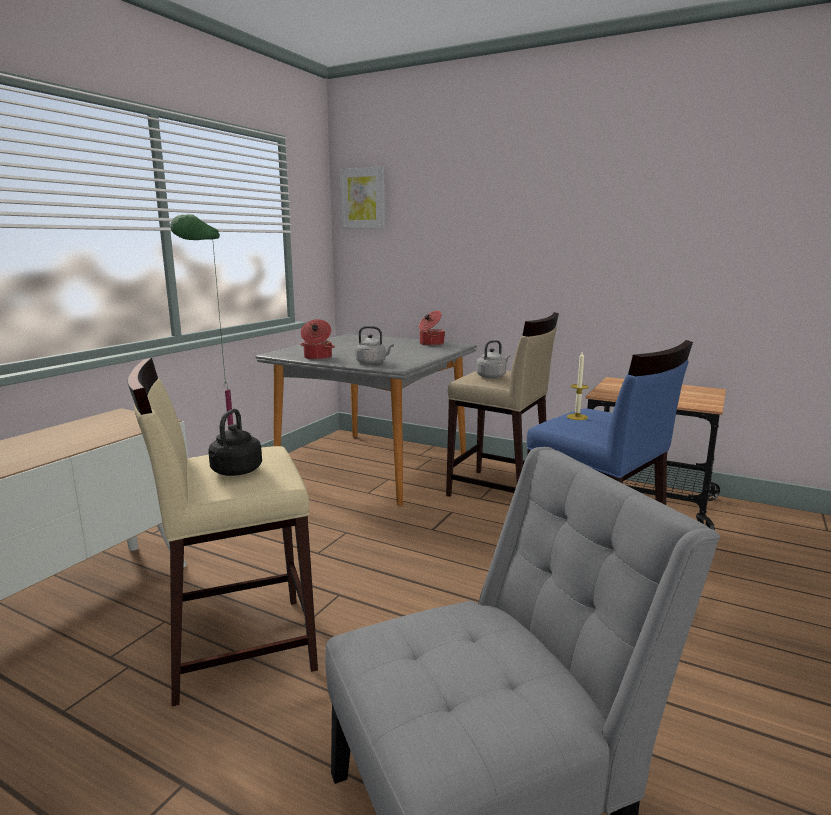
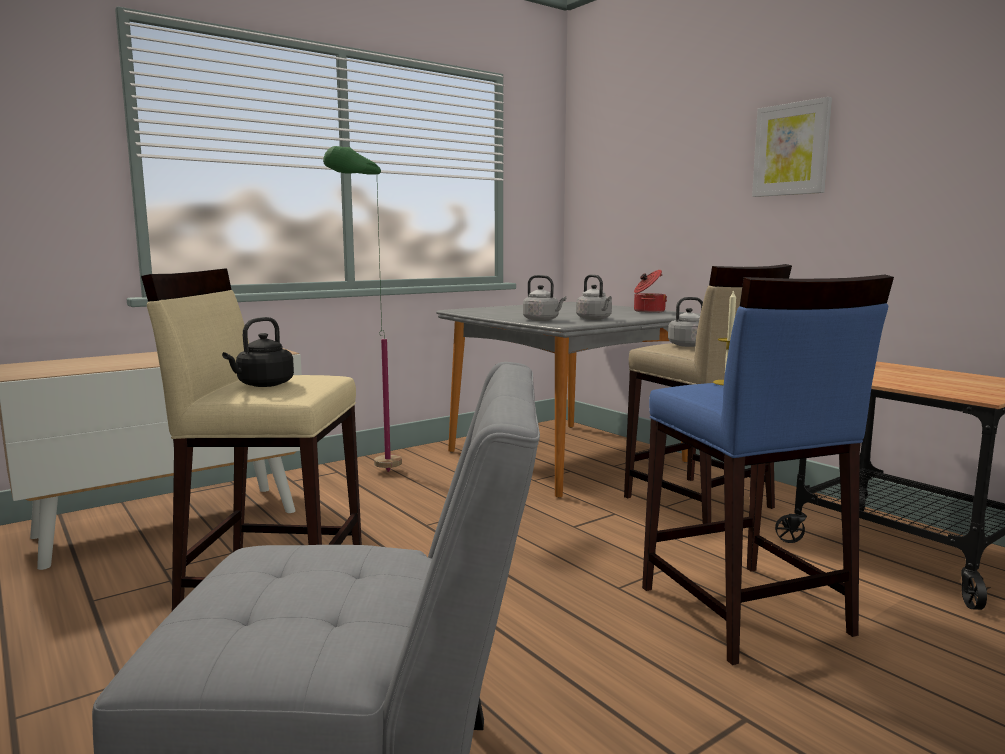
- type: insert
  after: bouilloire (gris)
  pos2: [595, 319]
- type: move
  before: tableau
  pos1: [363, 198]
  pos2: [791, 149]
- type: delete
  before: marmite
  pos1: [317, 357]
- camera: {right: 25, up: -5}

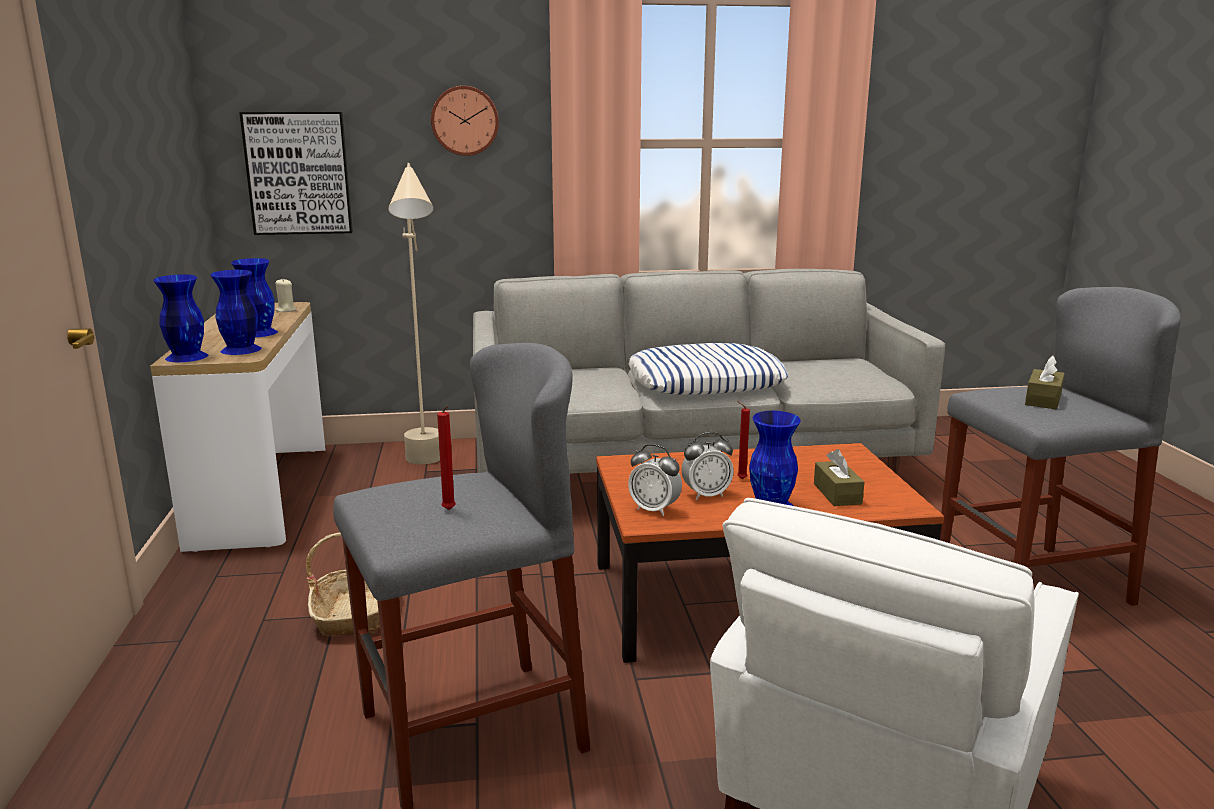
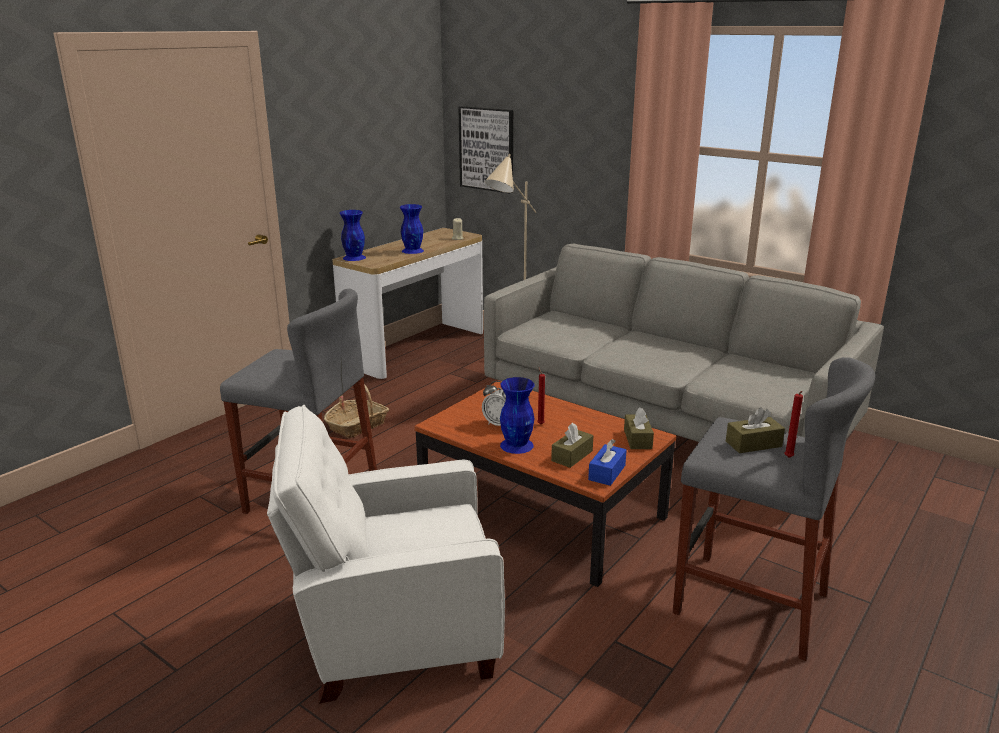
- type: insert
  after: boîte à mouchoirs (bleu)
  pos2: [607, 472]
- type: insert
  after: boîte à mouchoirs (marron)
  pos2: [637, 439]
- type: move
  before: bougie (rouge)
  pos1: [449, 511]
  pos2: [788, 458]
- type: delete
  before: vase (bleu)
  pos1: [240, 350]
- type: delete
  before: horloge murale
  pos1: [465, 120]
- type: delete
  before: coussin
  pos1: [706, 382]
- type: delete
  before: réveil
  pos1: [654, 510]
- camera: {right: 45, up: 5}

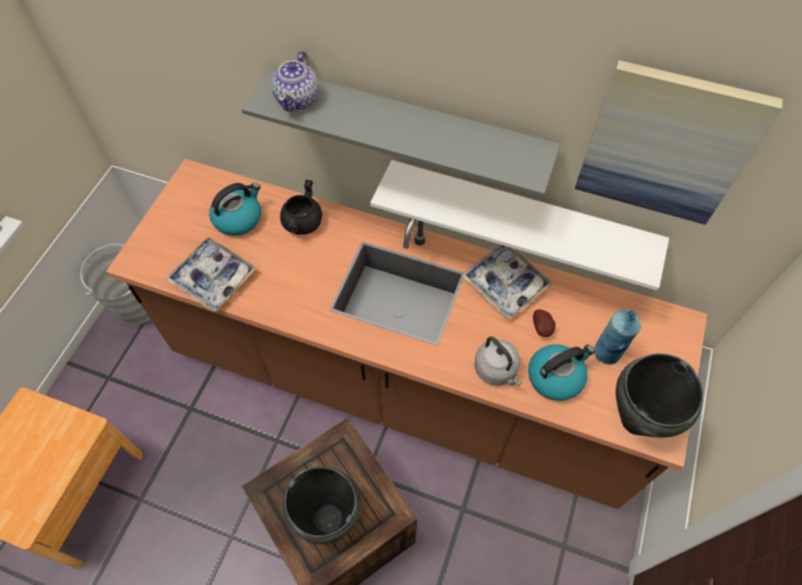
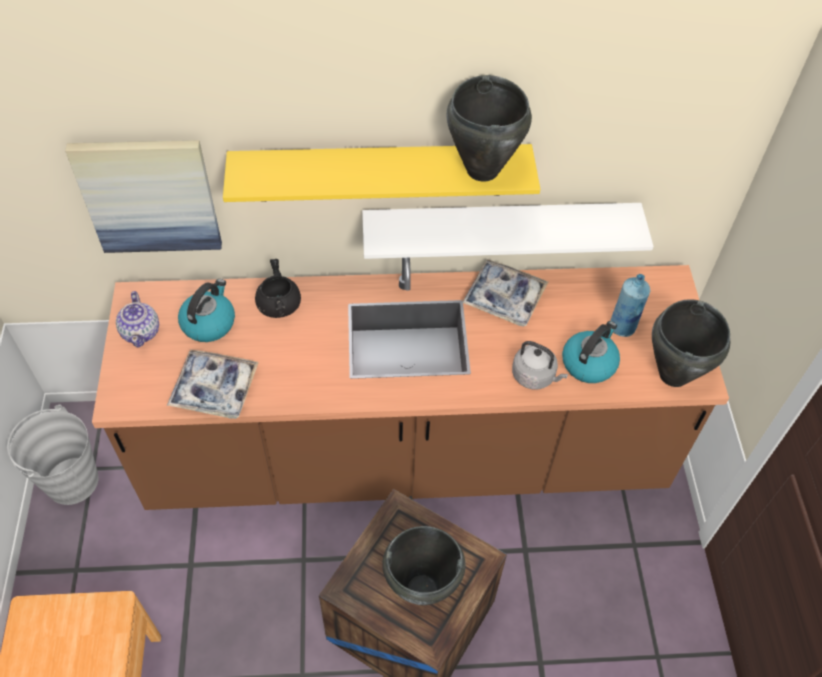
- type: move
  before: tableau
  pos1: [666, 145]
  pos2: [149, 196]
- type: move
  before: théière
  pos1: [298, 99]
  pos2: [141, 331]
- type: recolor
  before: étagère (gris)
  after: étagère (jaune)
  pos1: [409, 129]
  pos2: [380, 172]
- type: insert
  after: marmite (noir)
  pos2: [482, 170]
- type: delete
  before: pomme de terre
  pos1: [542, 328]
- camera: {right: -25, up: -5}

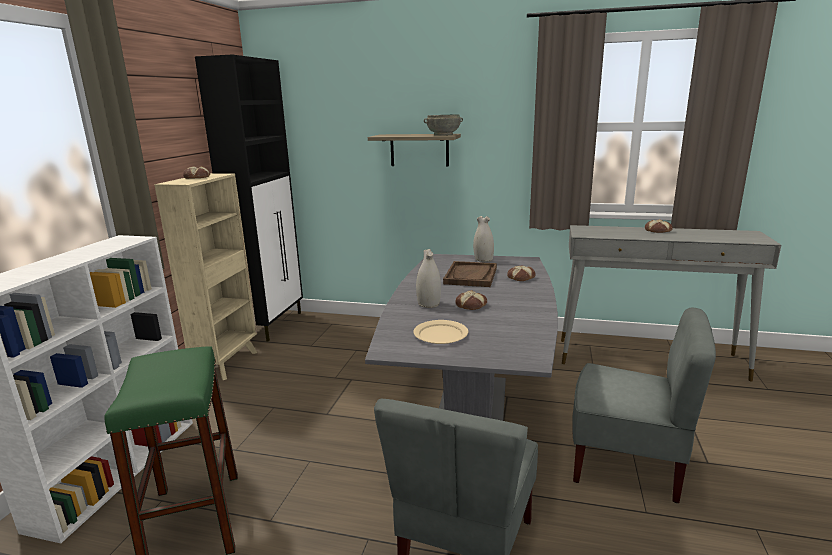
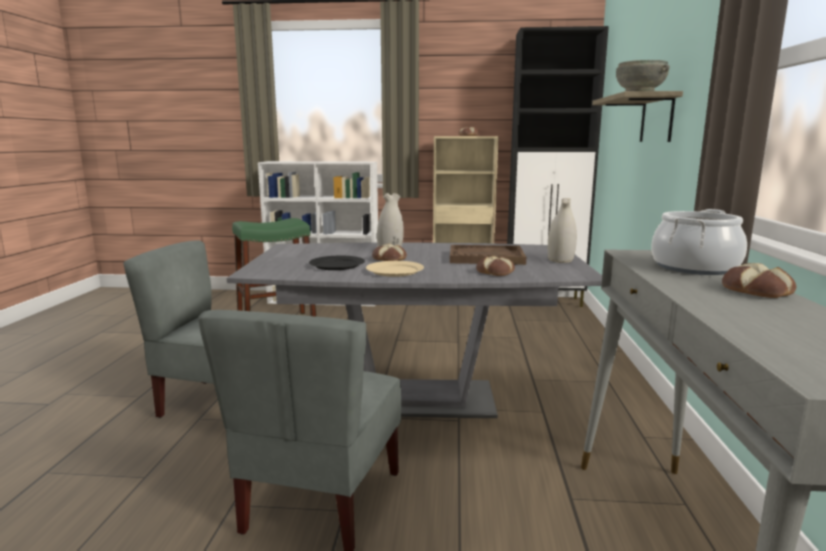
- type: insert
  after: assiette (noir)
  pos2: [337, 265]
- type: move
  before: assiette (beige)
  pos1: [441, 334]
  pos2: [394, 271]
- type: insert
  after: marmite
  pos2: [695, 267]
- camera: {right: 80, up: -5}

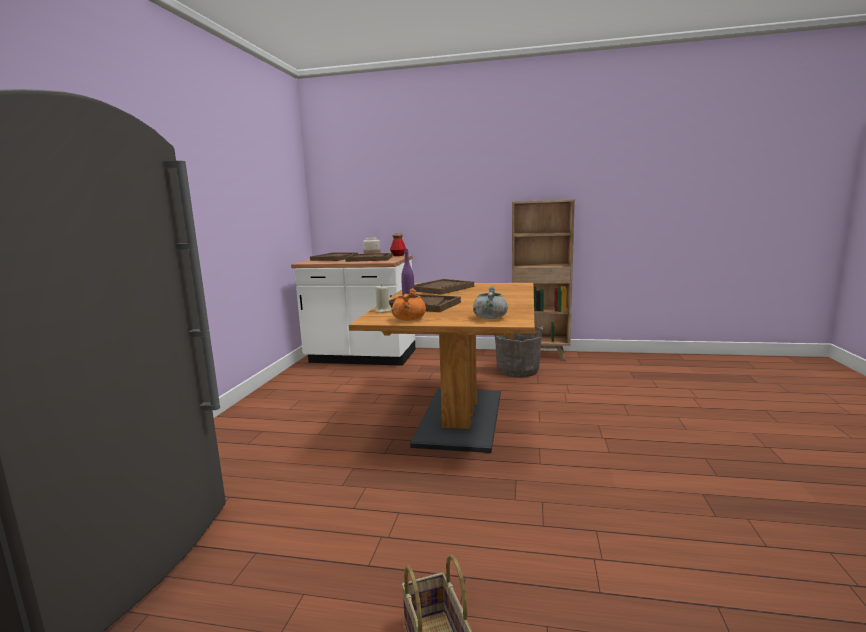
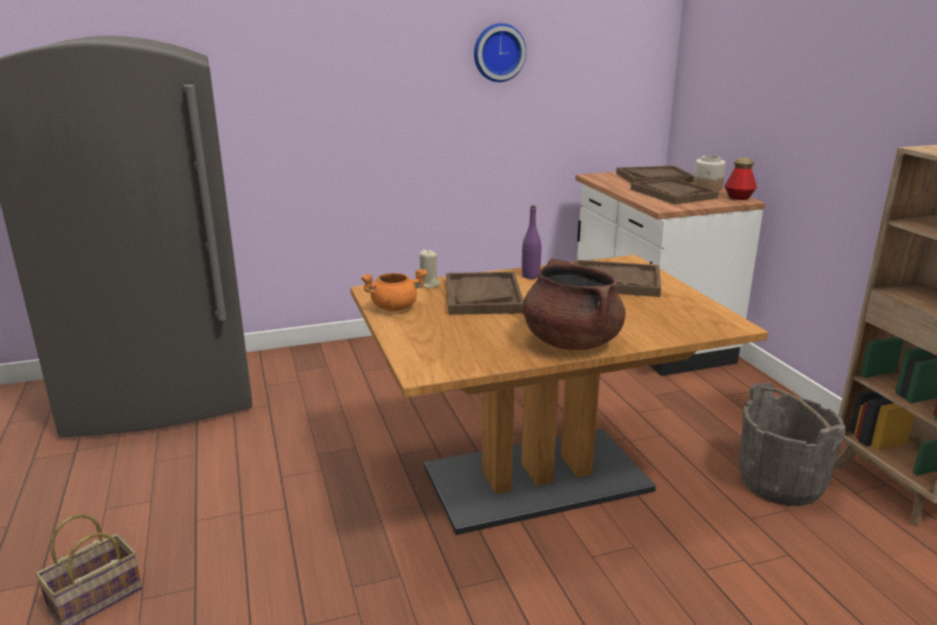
- type: insert
  after: horloge murale
  pos2: [498, 52]
- type: insert
  after: marmite (marron)
  pos2: [570, 342]
- type: delete
  before: marmite (gris)
  pos1: [489, 317]
- camera: {right: 60, up: 10}

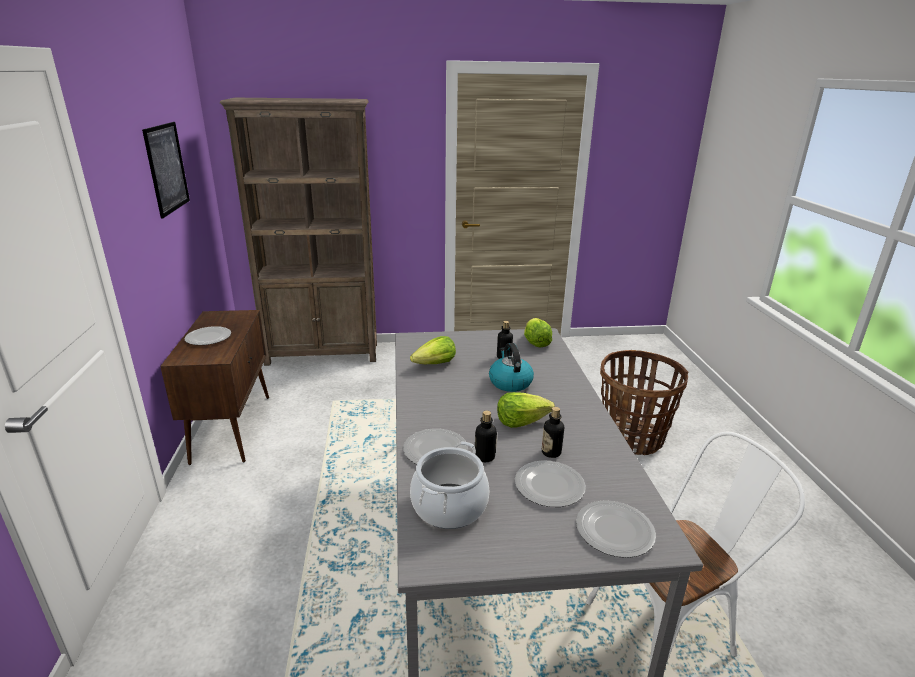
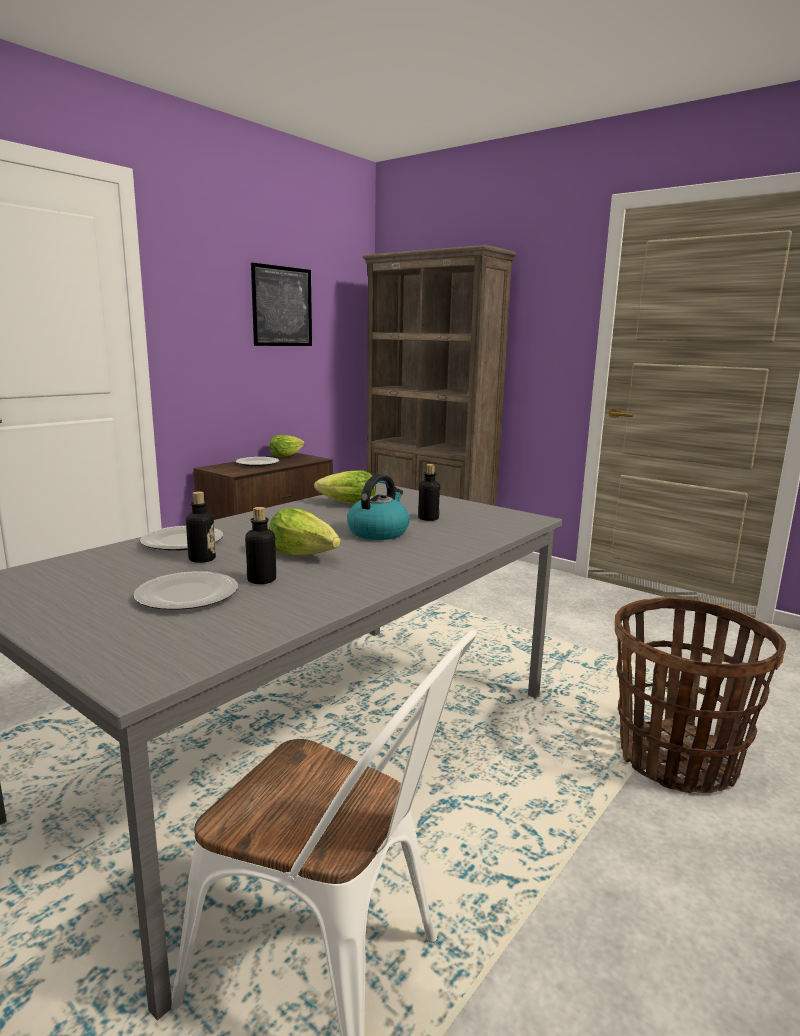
- type: move
  before: laitue
  pos1: [536, 342]
  pos2: [286, 456]
- type: delete
  before: marmite
  pos1: [449, 506]
- type: delete
  before: assiette
  pos1: [615, 531]
- camera: {right: 45, up: -10}

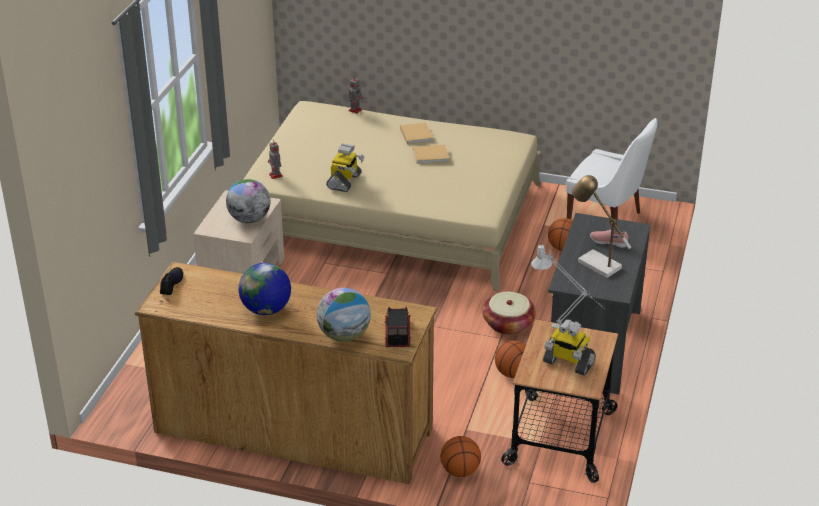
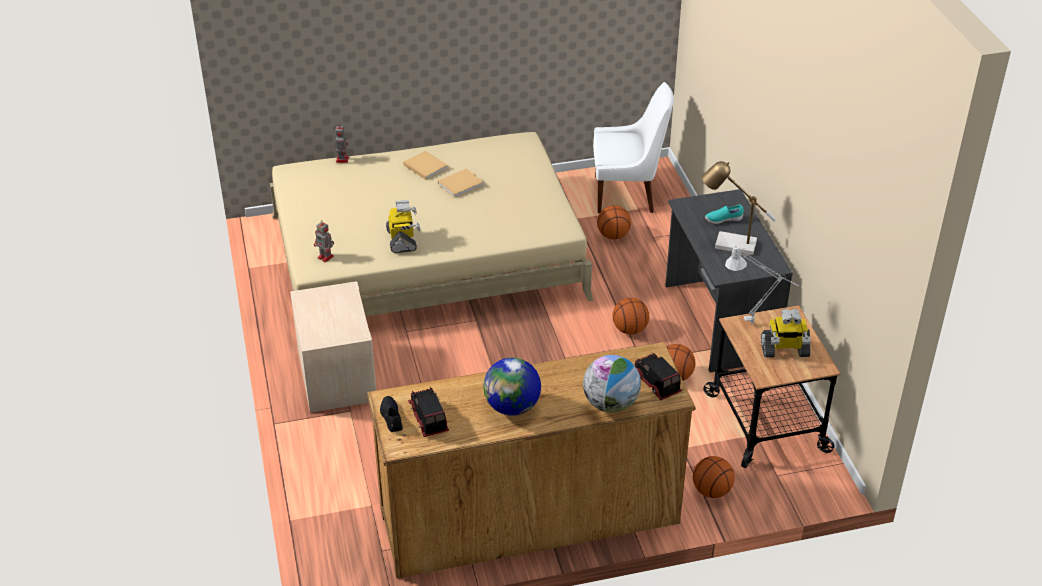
- type: insert
  after: camion jouet
  pos2: [428, 418]
- type: replace
  before: panier
  after: ballon de basket
  pos1: [508, 324]
  pos2: [630, 329]
- type: recolor
  before: chaussure (rose)
  after: chaussure (turquoise)
  pos1: [608, 243]
  pos2: [723, 220]
- type: delete
  before: globe
  pos1: [249, 219]
- camera: {right: -30, up: 5}

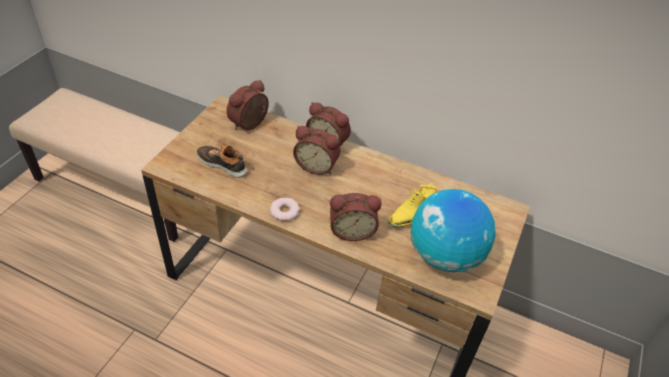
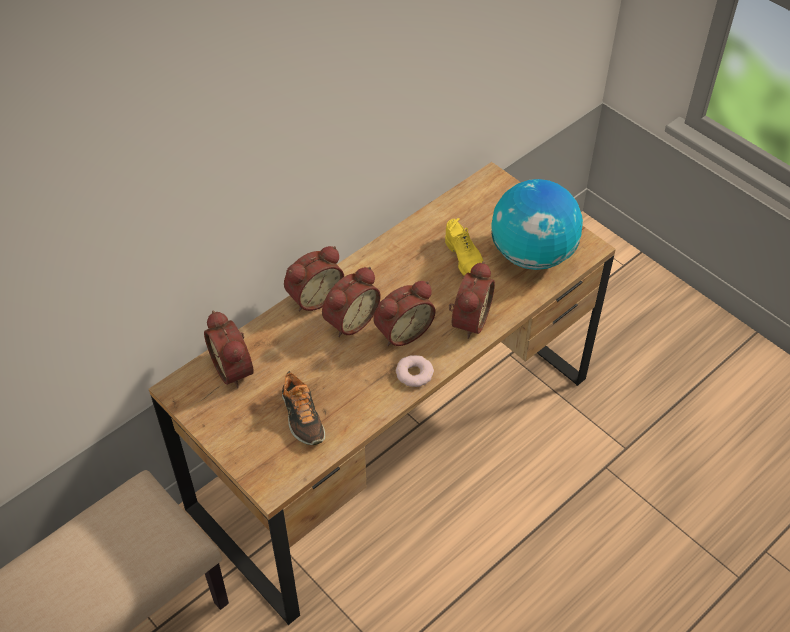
- type: rotate
  before: chaussure
  pos1: [223, 164]
  pos2: [302, 417]
  turn: -75
- type: insert
  after: réveil
  pos2: [402, 331]
- camera: {right: -65, up: 5}

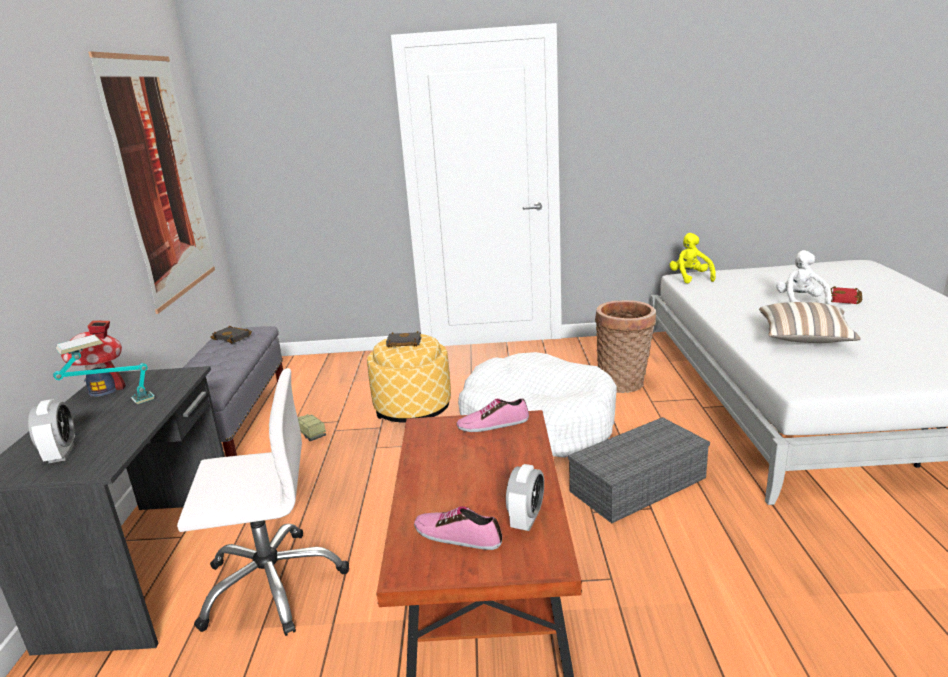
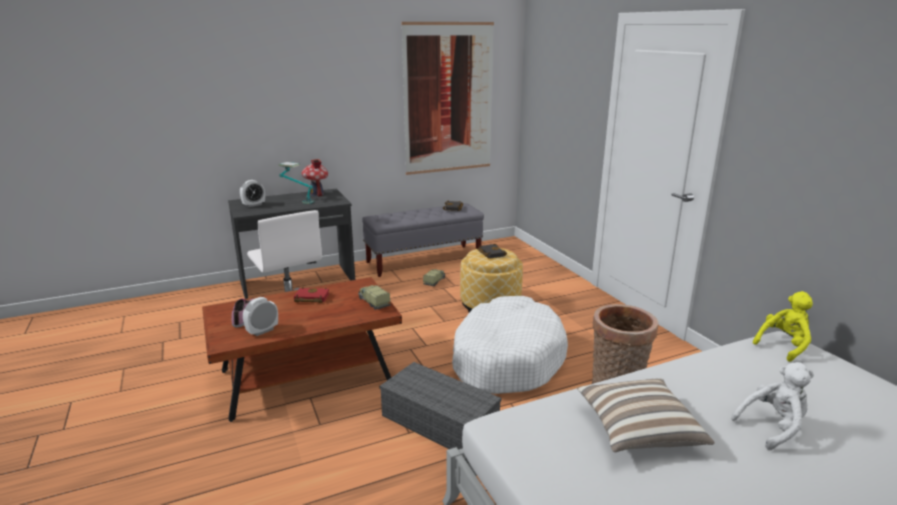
- type: rotate
  before: réveil
  pos1: [526, 520]
  pos2: [262, 331]
  turn: 135
- type: move
  before: livre (rouge)
  pos1: [846, 299]
  pos2: [310, 298]
- type: replace
  before: chaussure
  after: camion jouet
  pos1: [493, 424]
  pos2: [373, 302]
- camera: {right: 65, up: 0}

